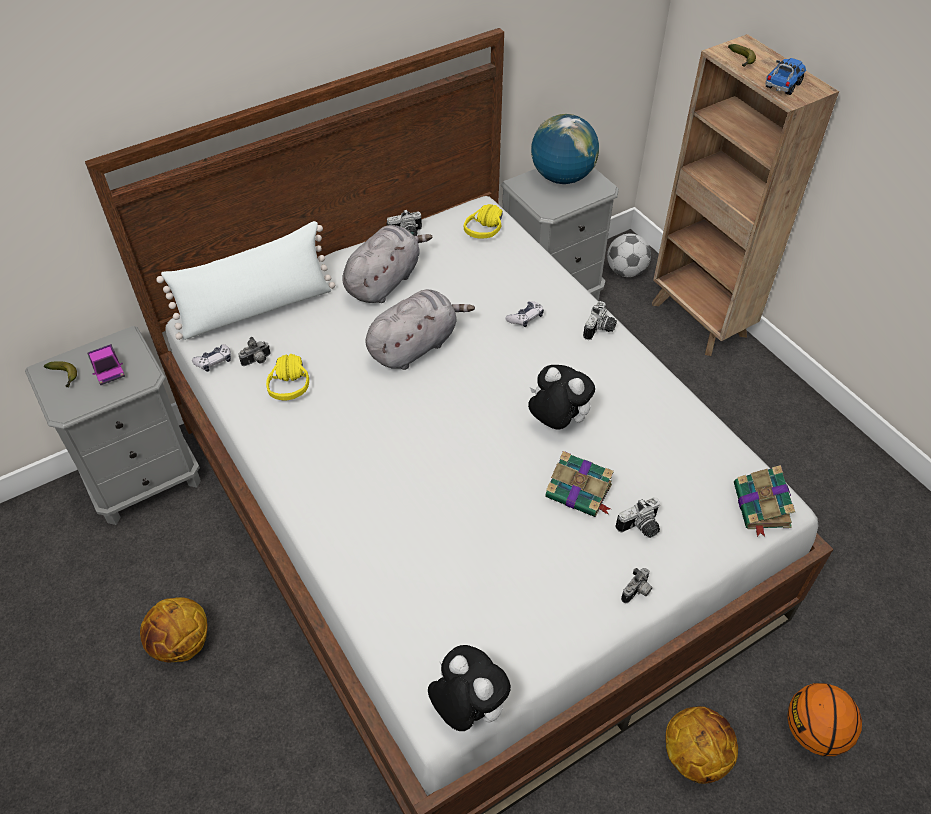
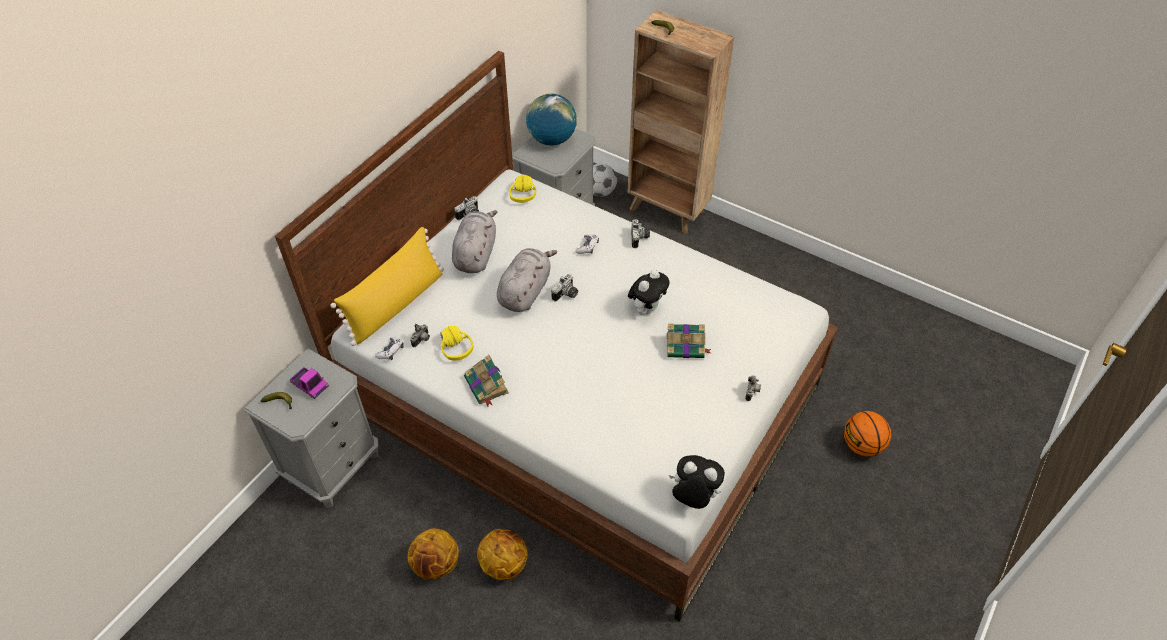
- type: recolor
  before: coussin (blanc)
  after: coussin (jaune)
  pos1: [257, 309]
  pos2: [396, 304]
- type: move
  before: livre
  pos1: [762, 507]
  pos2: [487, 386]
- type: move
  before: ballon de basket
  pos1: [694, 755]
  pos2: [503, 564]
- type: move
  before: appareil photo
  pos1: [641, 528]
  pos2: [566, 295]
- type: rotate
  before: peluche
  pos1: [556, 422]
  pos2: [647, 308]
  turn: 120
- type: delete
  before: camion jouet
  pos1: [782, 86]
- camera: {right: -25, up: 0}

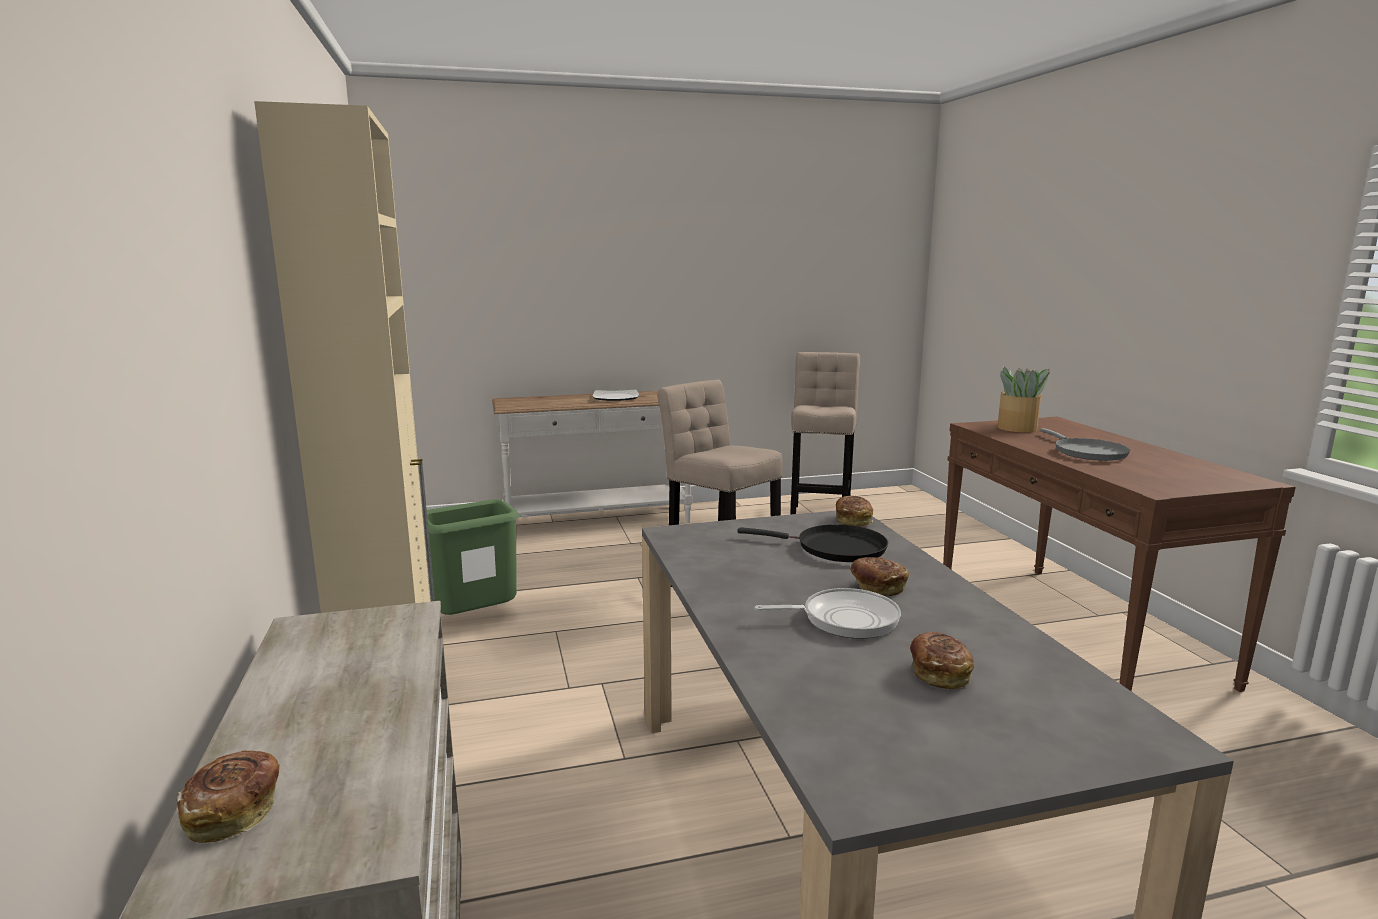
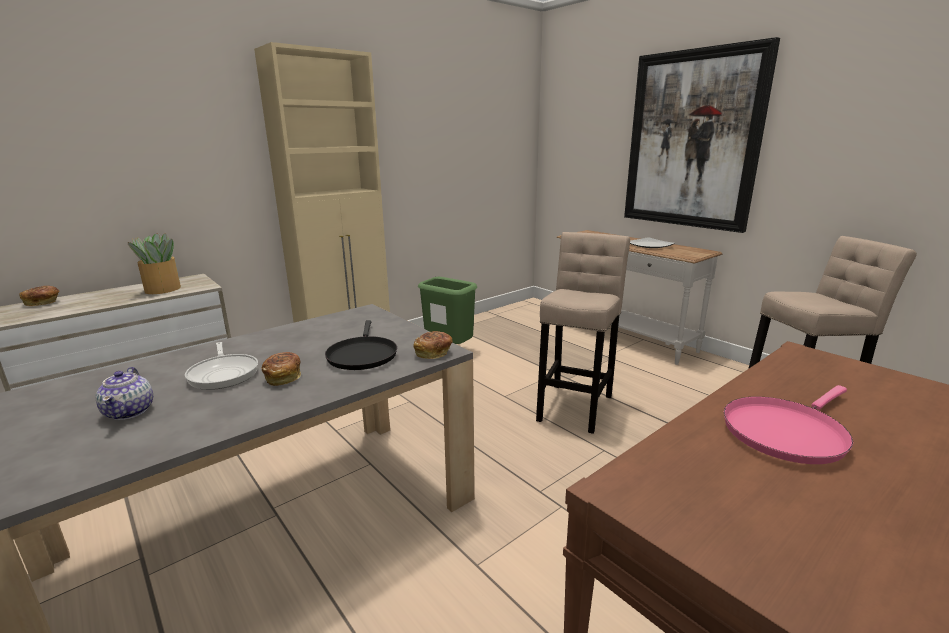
- type: replace
  before: pain
  after: théière
  pos1: [939, 674]
  pos2: [130, 411]
- type: move
  before: plante en pot
  pos1: [1017, 428]
  pos2: [162, 289]
- type: insert
  after: tableau
  pos2: [692, 140]
- type: recolor
  before: poêle (gris)
  after: poêle (rose)
  pos1: [1086, 452]
  pos2: [785, 432]
- camera: {right: 65, up: 5}

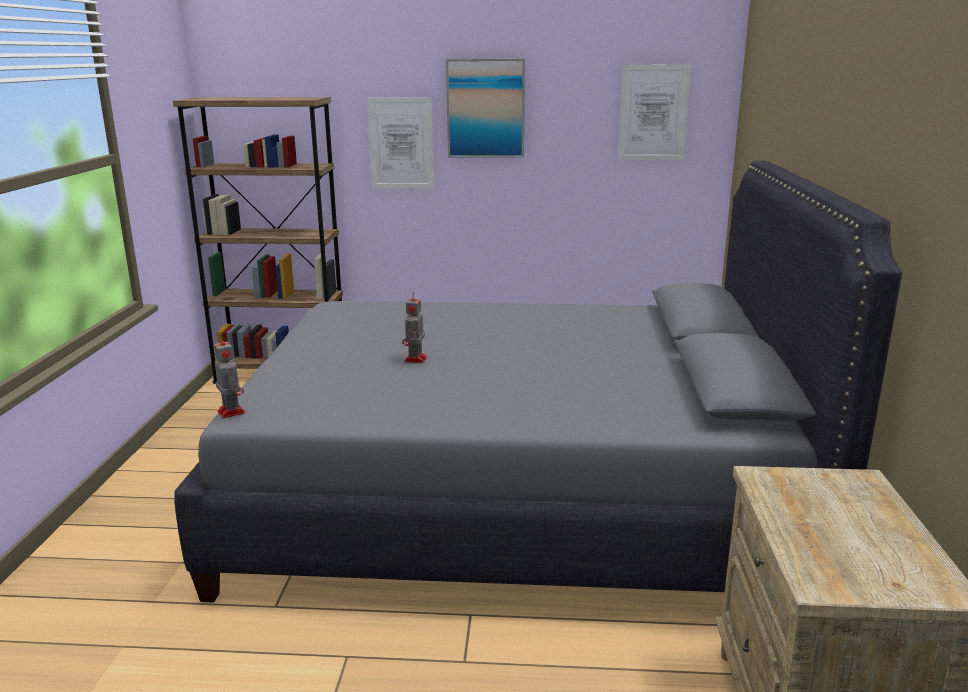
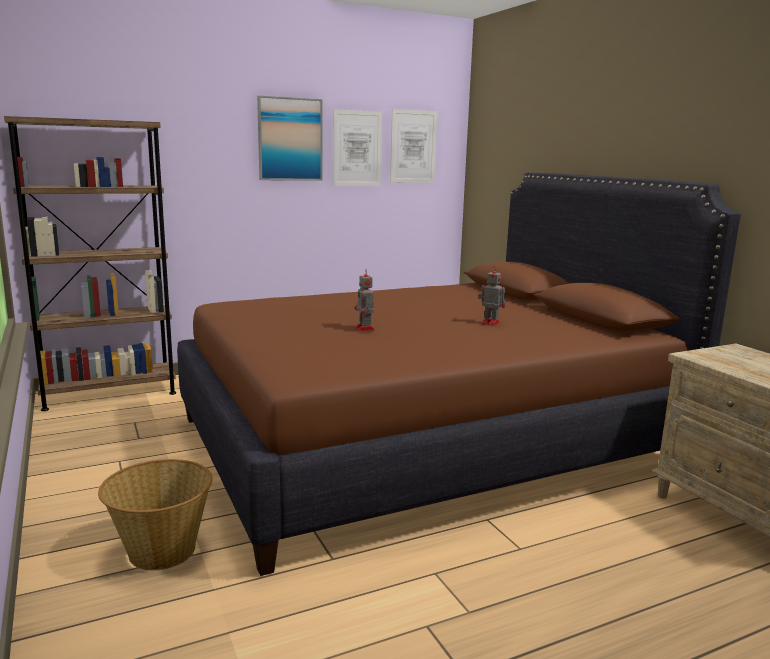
- type: insert
  after: panier
  pos2: [161, 550]
- type: recolor
  before: lit (gris)
  after: lit (marron)
  pos1: [513, 498]
  pos2: [423, 441]
- type: move
  before: tableau
  pos1: [401, 143]
  pos2: [357, 148]
- type: move
  before: robot jouet
  pos1: [231, 411]
  pos2: [489, 323]
- camera: {right: -30, up: -5}

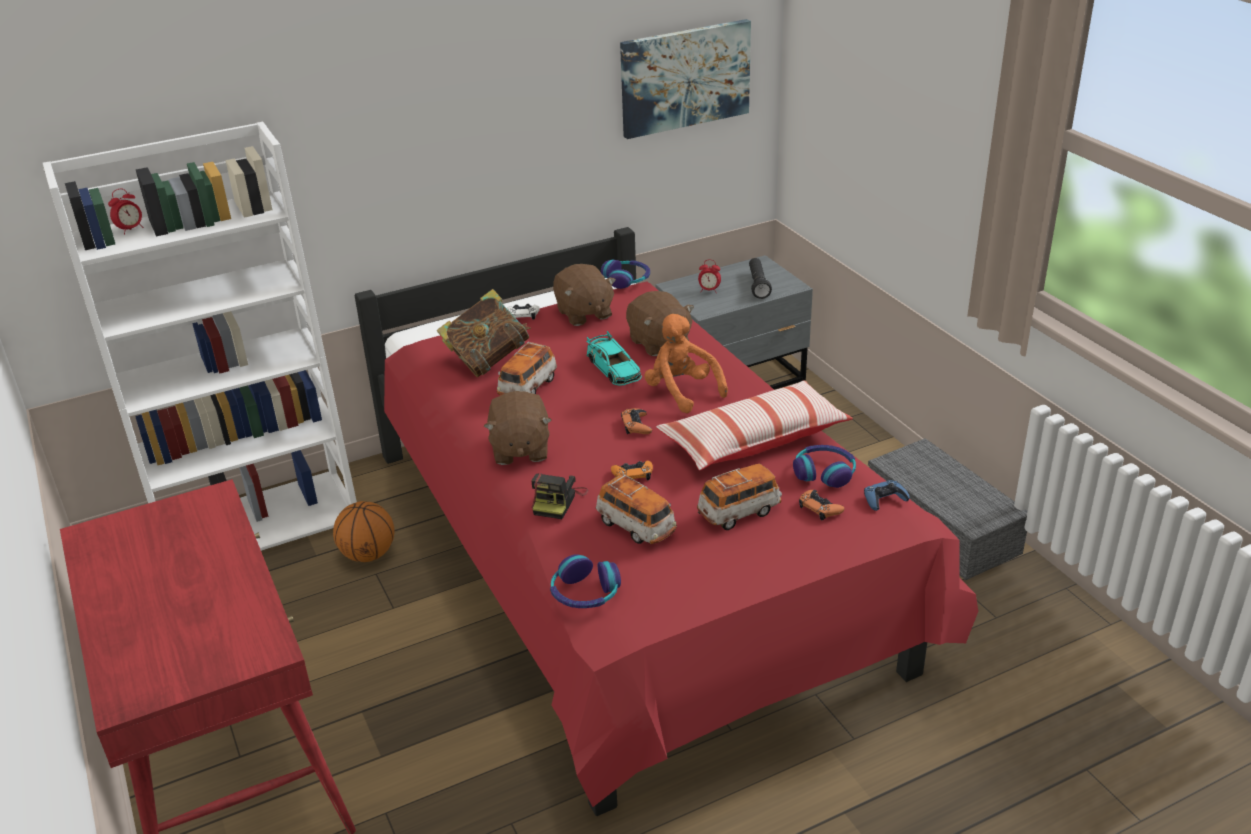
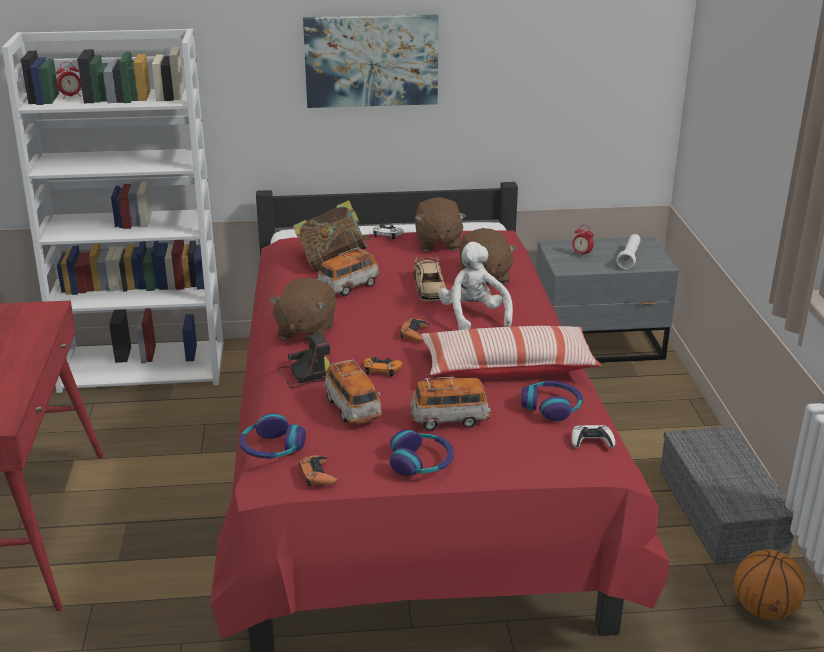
- type: rotate
  before: appareil photo
  pos1: [558, 501]
  pos2: [305, 375]
  turn: -150
- type: move
  before: manette (orange)
  pos1: [820, 508]
  pos2: [317, 475]
- type: move
  before: tableau
  pos1: [685, 77]
  pos2: [371, 60]
- type: move
  before: casque audio
  pos1: [627, 280]
  pos2: [421, 462]
- type: recolor
  before: petite voiture (turquoise)
  after: petite voiture (beige)
  pos1: [614, 368]
  pos2: [430, 288]
- type: recolor
  before: peluche (orange)
  after: peluche (blanc)
  pos1: [681, 392]
  pos2: [473, 317]
- type: recolor
  before: manette (bleu)
  after: manette (blanc)
  pos1: [884, 499]
  pos2: [591, 441]
- type: recolor
  before: lampe de poche (noir)
  after: lampe de poche (blanc)
  pos1: [758, 285]
  pos2: [629, 258]
- type: move
  before: ballon de basket
  pos1: [368, 554]
  pos2: [764, 610]
- camera: {right: 20, up: -5}

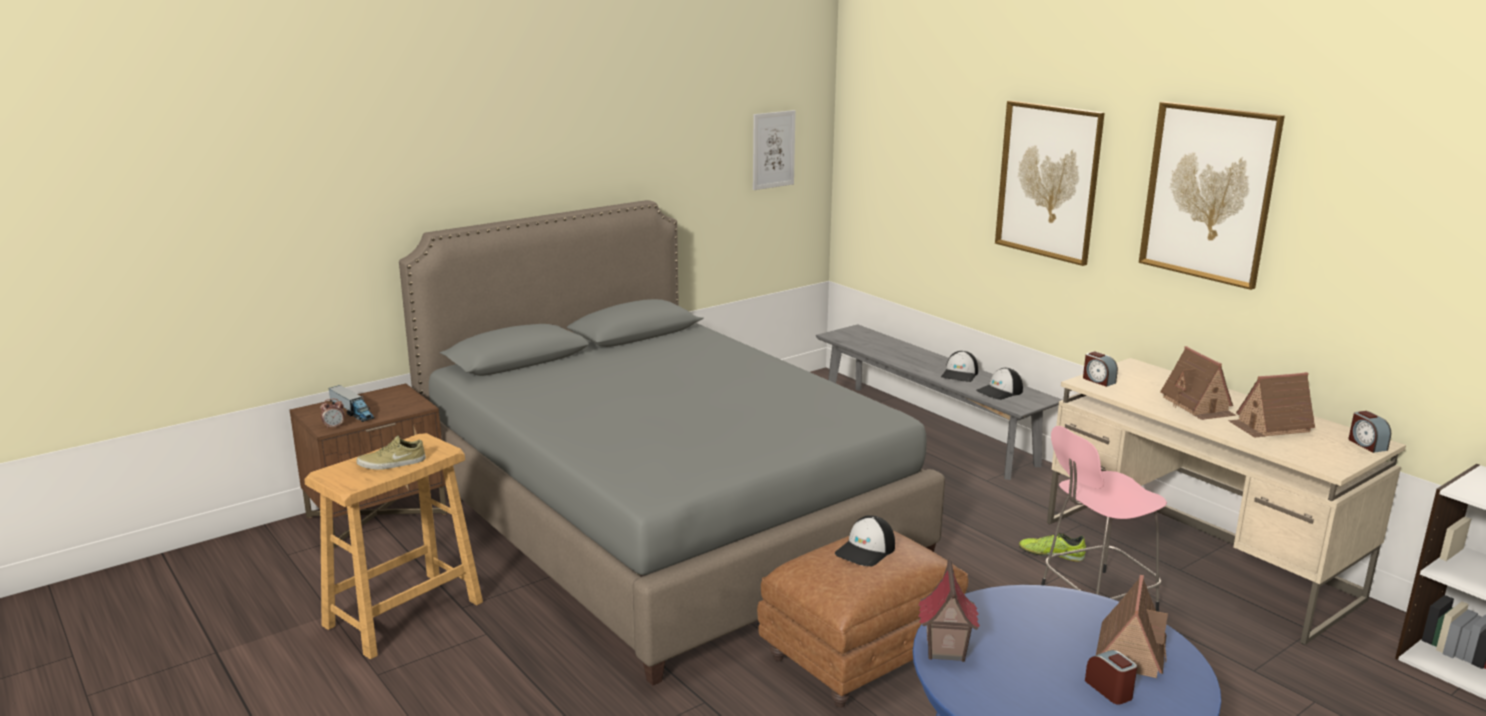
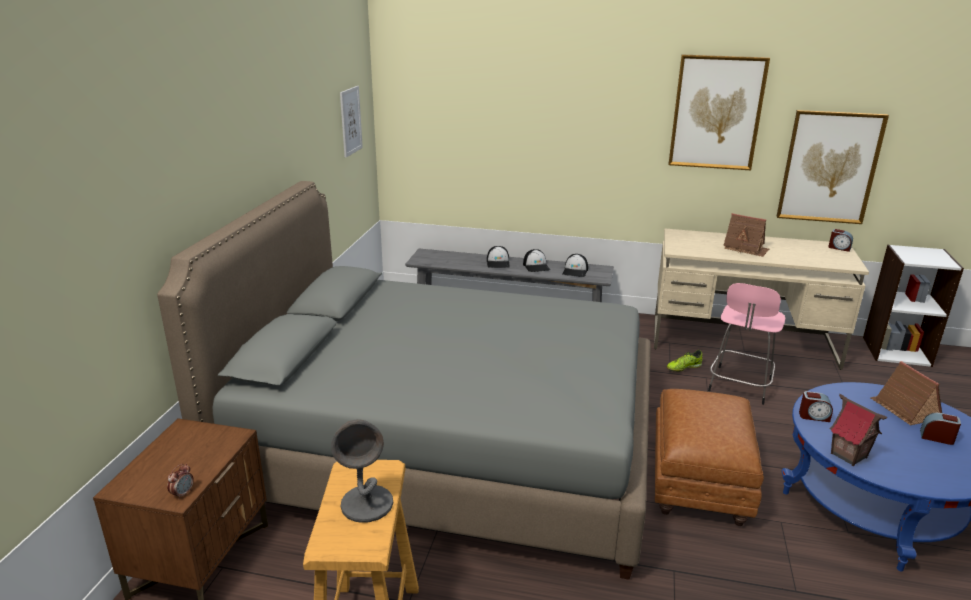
- type: replace
  before: chaussure (beige)
  after: lampe de table (gris)
  pos1: [392, 463]
  pos2: [367, 504]
- type: move
  before: casquette
  pos1: [866, 550]
  pos2: [498, 263]
- type: move
  before: tableau
  pos1: [1048, 181]
  pos2: [829, 167]
- type: move
  before: réveil
  pos1: [1098, 380]
  pos2: [814, 416]
- type: delete
  before: camion jouet
  pos1: [352, 412]
- type: delete
  before: maison miniature
  pos1: [1270, 426]
- camera: {right: -40, up: 5}

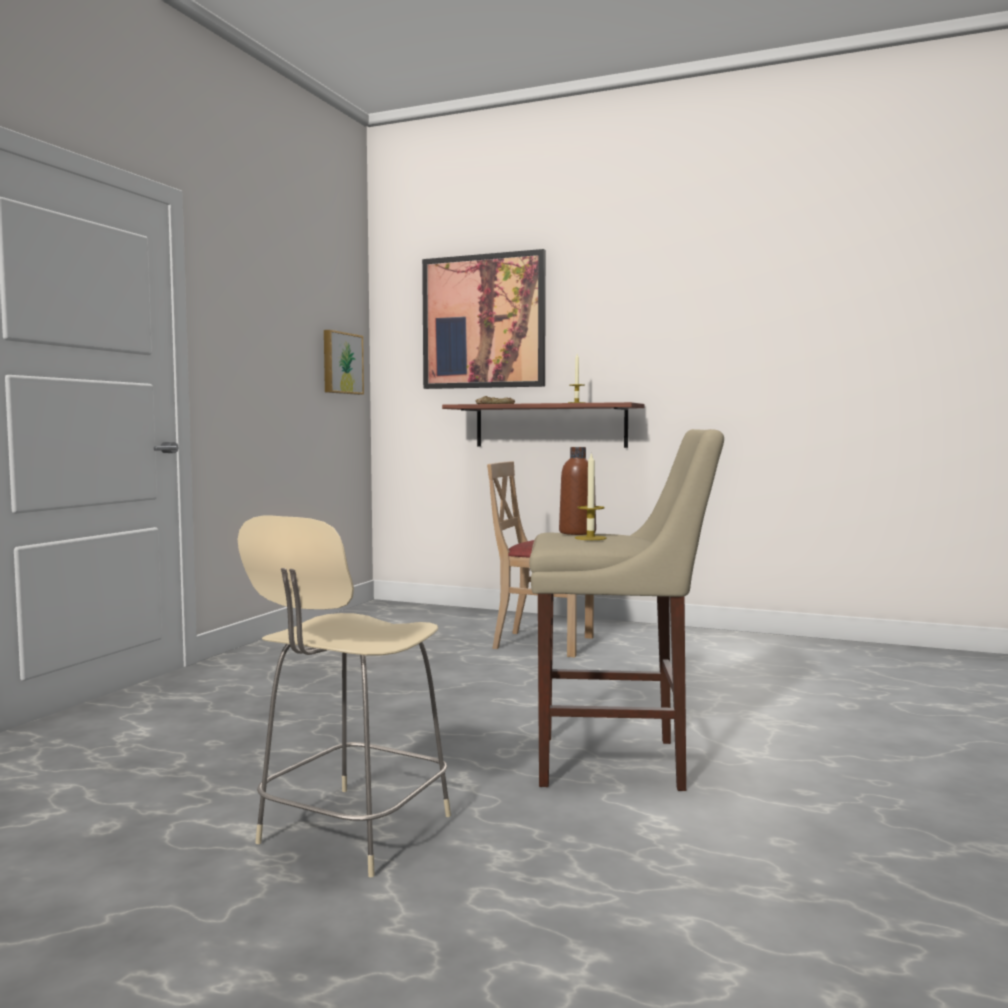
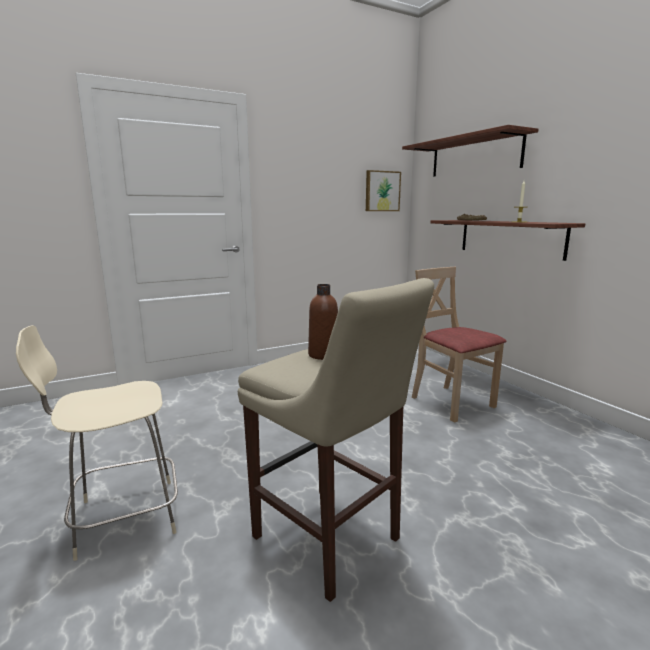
- type: replace
  before: tableau
  after: étagère
  pos1: [483, 322]
  pos2: [474, 156]
- type: delete
  before: bougie
  pos1: [590, 538]
- camera: {right: 40, up: 10}

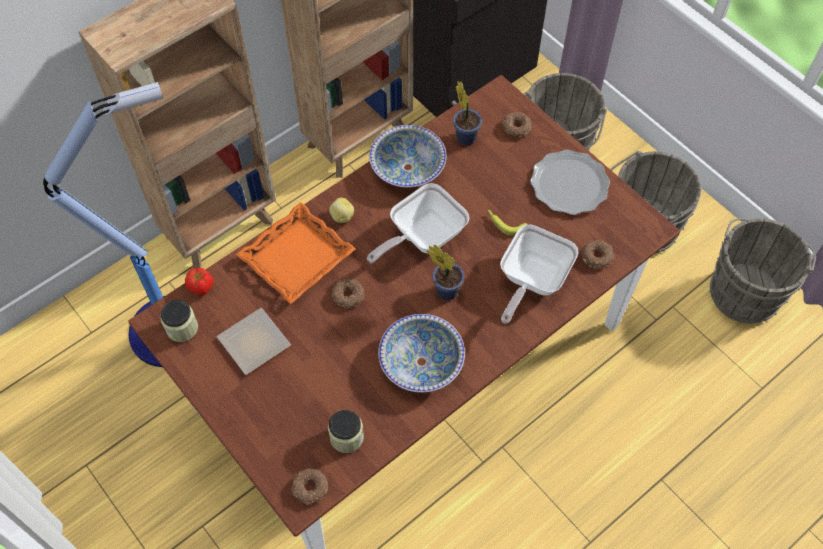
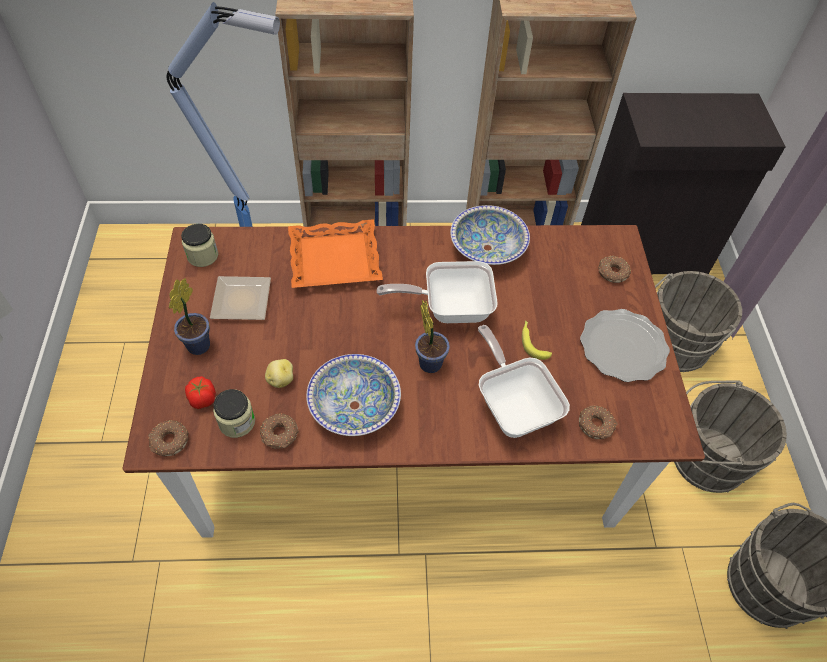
- type: move
  before: plante en pot
  pos1: [465, 136]
  pos2: [200, 343]
- type: move
  before: tomate
  pos1: [201, 287]
  pos2: [202, 399]
- type: move
  before: beignet
  pos1: [348, 296]
  pos2: [279, 435]
- type: move
  before: pomme de terre
  pos1: [342, 217]
  pos2: [280, 380]
- type: rotate
  before: poêle
  pos1: [531, 281]
  pos2: [514, 405]
  turn: 90
- camera: {right: 35, up: -5}

